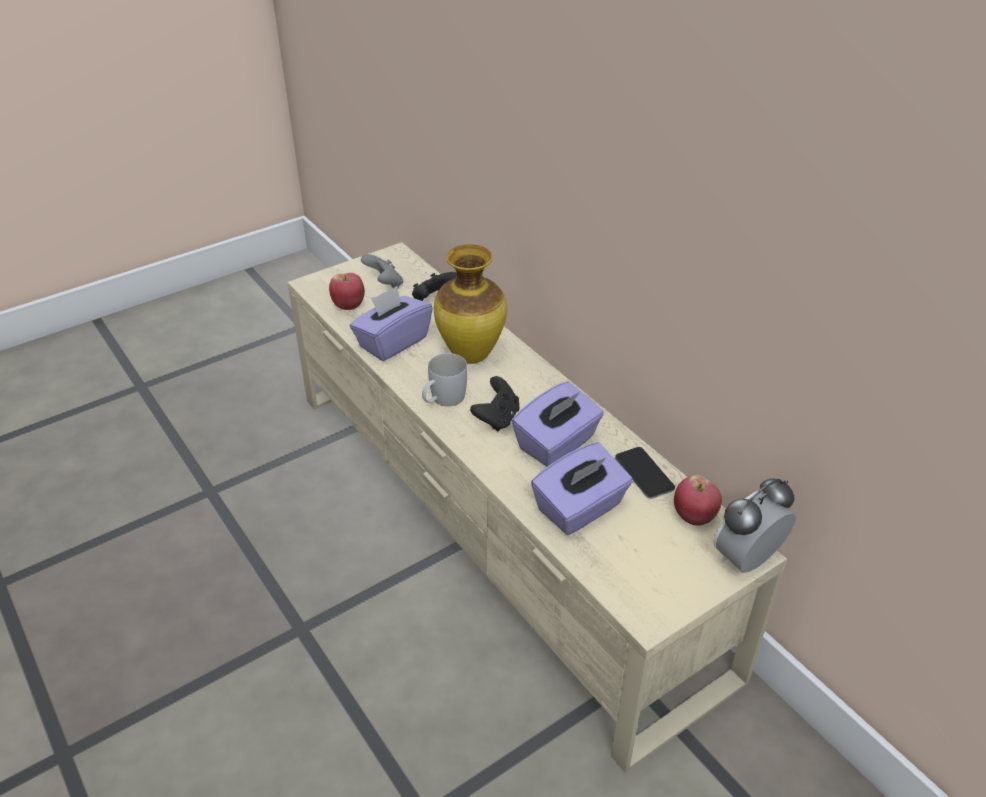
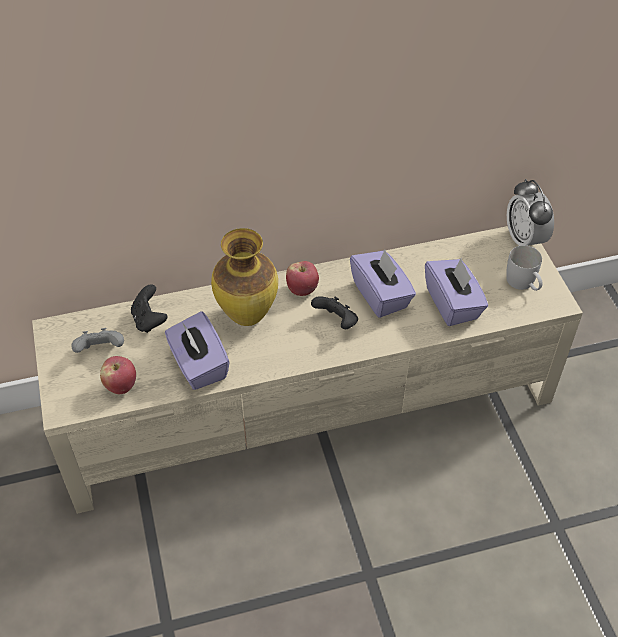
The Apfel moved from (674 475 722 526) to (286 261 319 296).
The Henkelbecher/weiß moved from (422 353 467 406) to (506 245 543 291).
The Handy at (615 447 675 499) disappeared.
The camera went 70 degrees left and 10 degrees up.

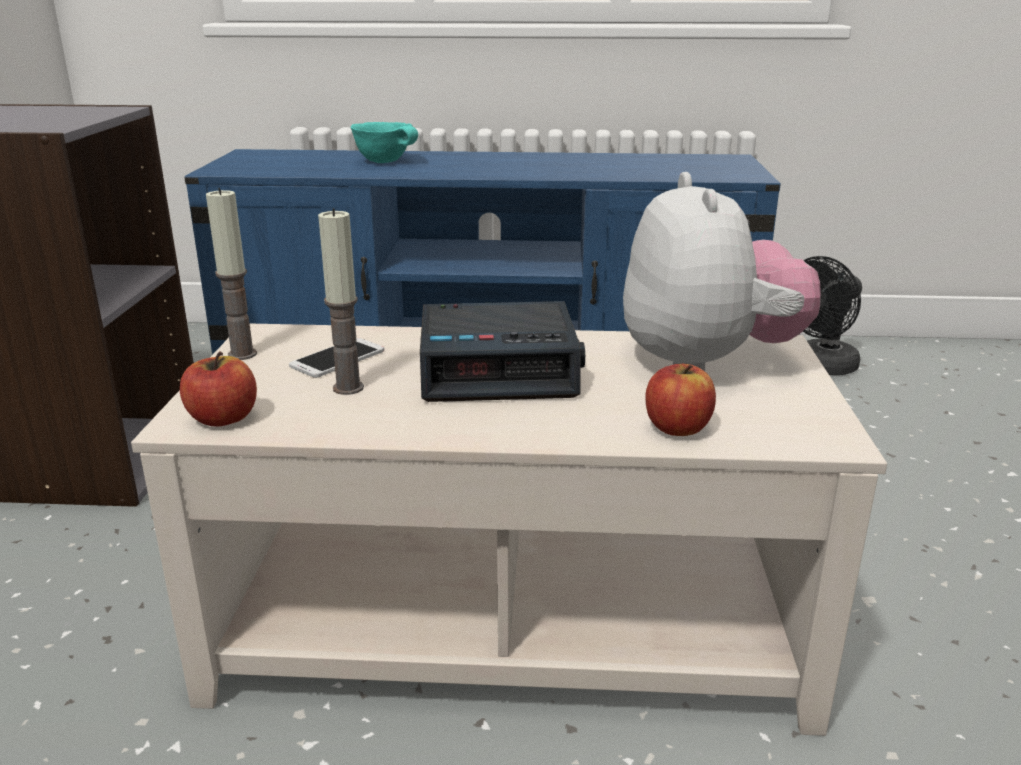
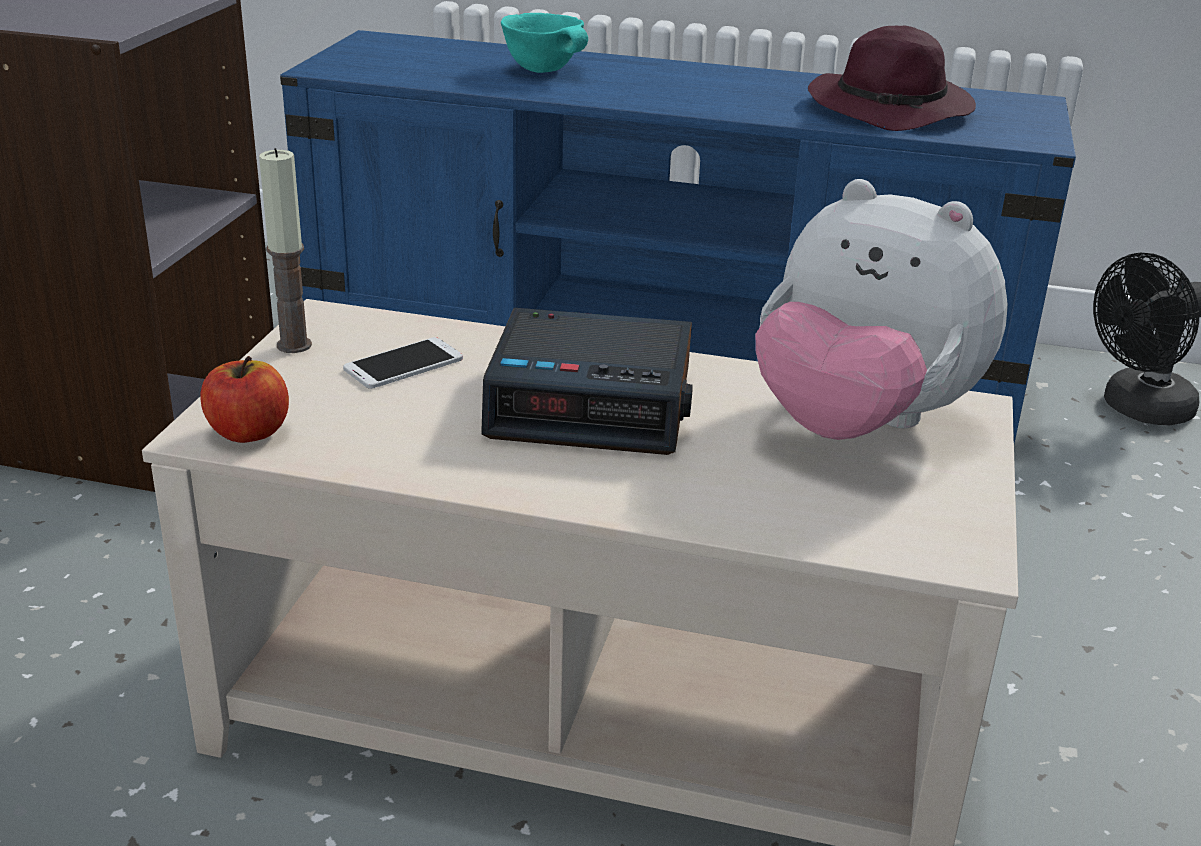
The Plüschtier at (623 172 821 371) turned 120 degrees clockwise.
The Hut/lila at (808 26 976 131) appeared.
The Kerze at (318 208 364 395) disappeared.
The Apfel at (645 364 716 436) disappeared.
The camera went 10 degrees right and 5 degrees up.

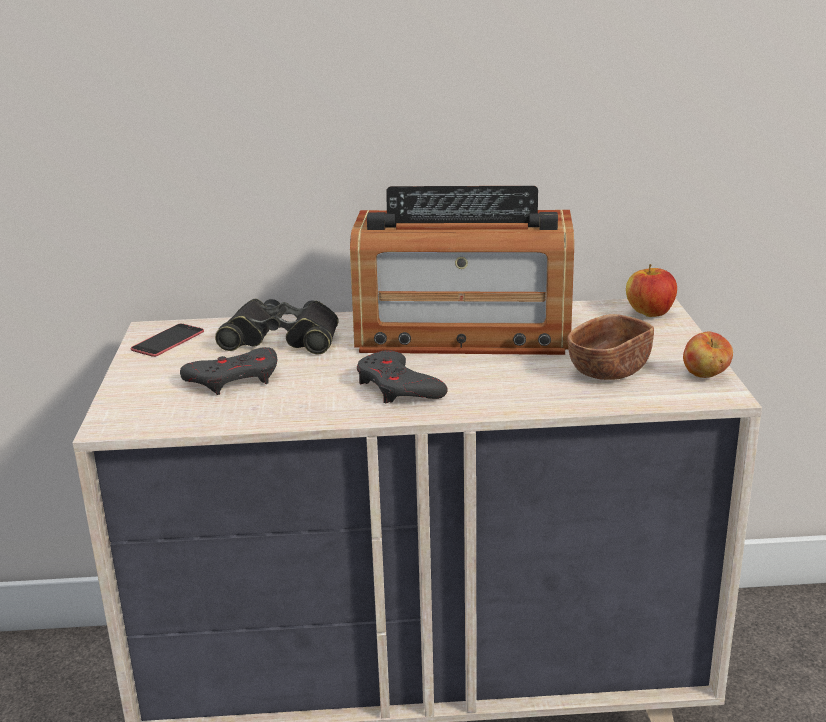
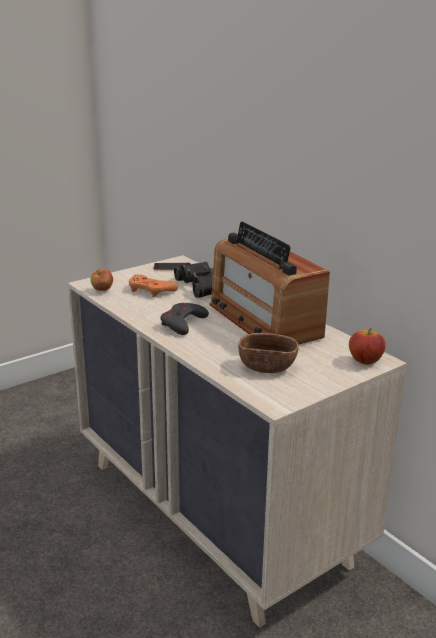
The Apfel moved from (683 331 733 378) to (90 269 113 291).
The Gamepad/grau at (180 347 277 395) became the Gamepad/orange at (129 274 178 297).
The camera went 55 degrees right and 0 degrees up.

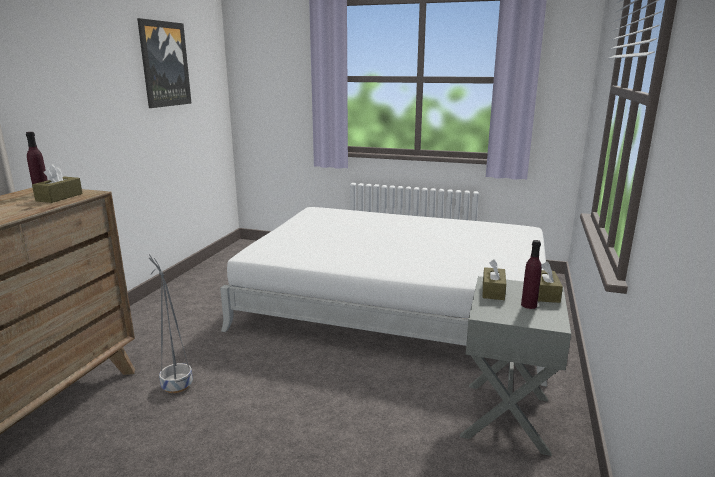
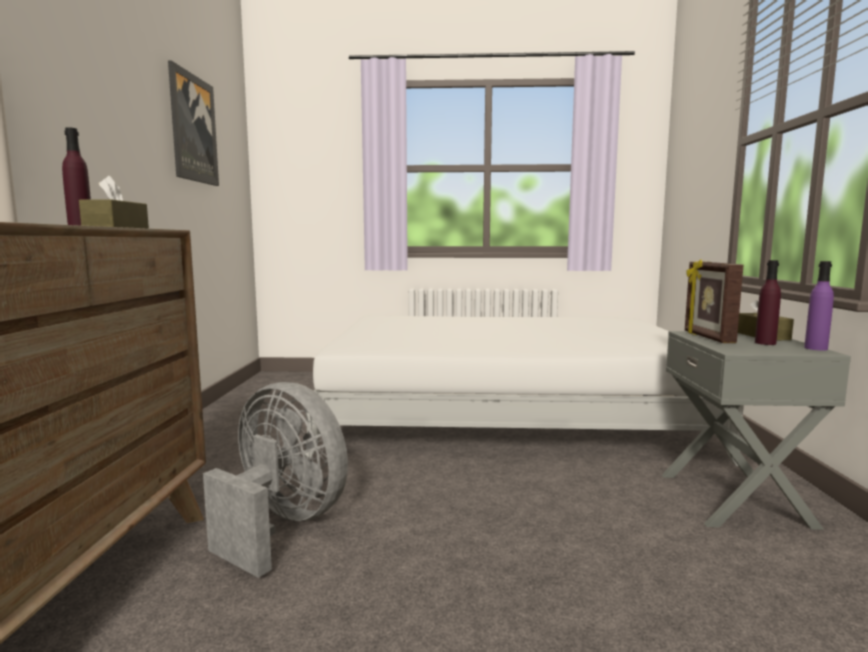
The Pflanzkübel/grau at (149 254 193 393) was replaced by the Ventilator/grau at (203 382 348 578).
The Taschentuchbox/braun at (483 259 506 300) was replaced by the Bilderrahmen at (685 259 744 343).
The Flasche/lila at (804 261 834 351) appeared.
The camera went 15 degrees left and 10 degrees down.

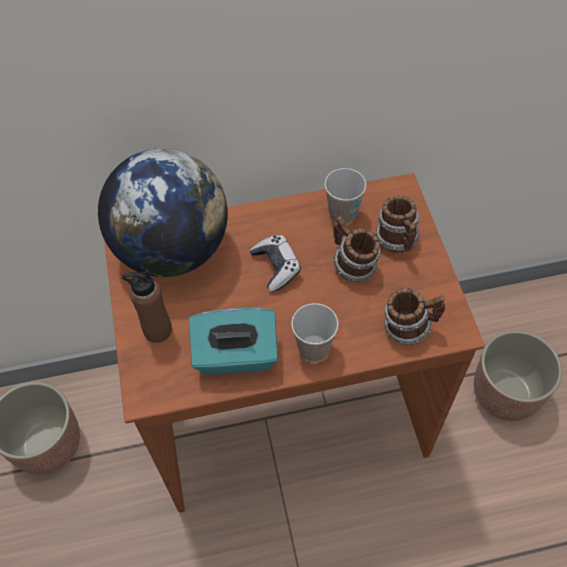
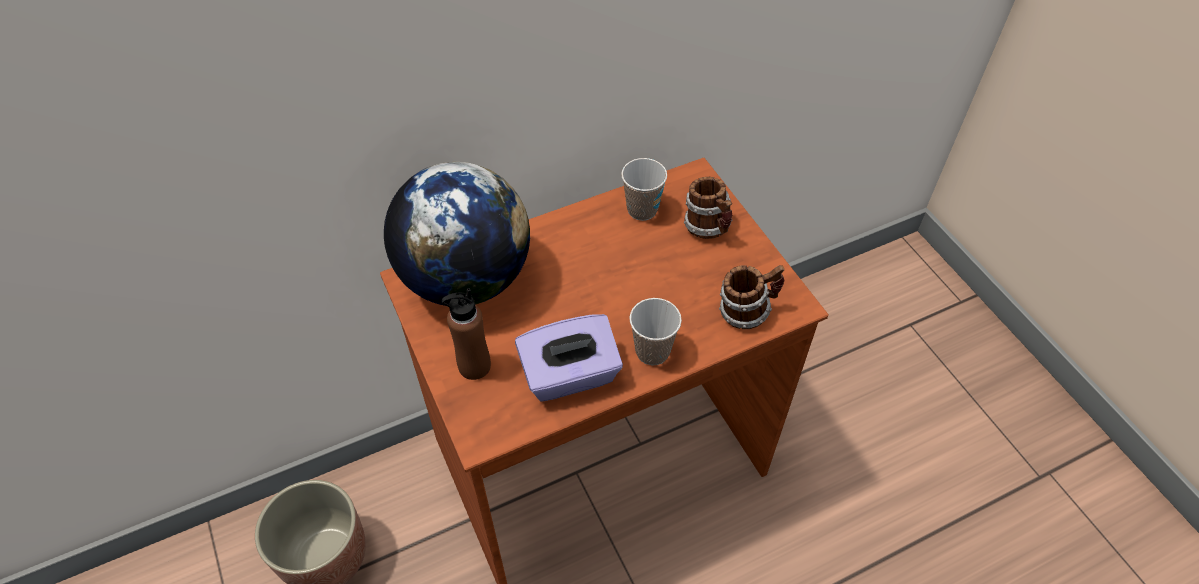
The Taschentuchbox/türkis at (189 308 278 375) became the Taschentuchbox/lila at (515 314 623 402).
The Gamepad at (250 235 301 292) disappeared.
The Henkelbecher at (333 216 381 282) disappeared.
The Pflanzkübel at (474 330 562 421) disappeared.
The camera went 15 degrees left and 5 degrees down.

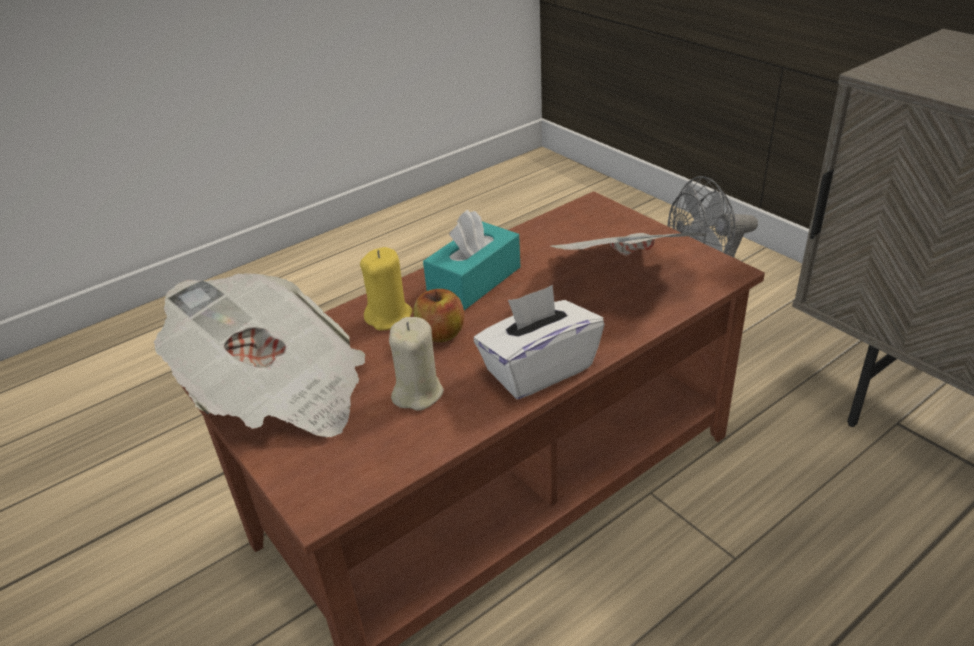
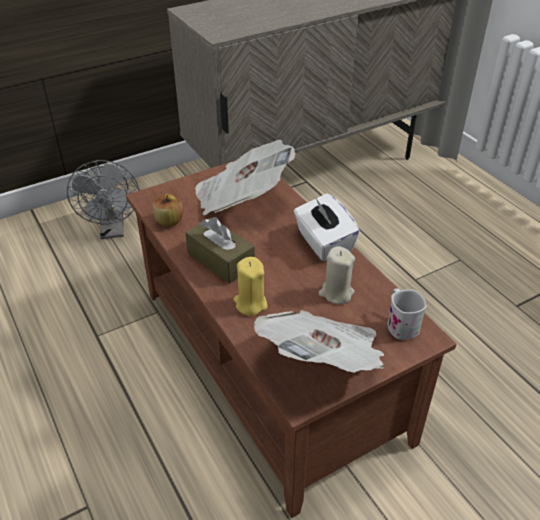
The Apfel moved from (413 289 464 342) to (153 194 183 227).
The Taschentuchbox/türkis at (423 209 520 310) became the Taschentuchbox/braun at (185 217 255 284).
The Henkelbecher/weiß at (387 288 427 340) appeared.
The camera went 85 degrees left and 5 degrees up.

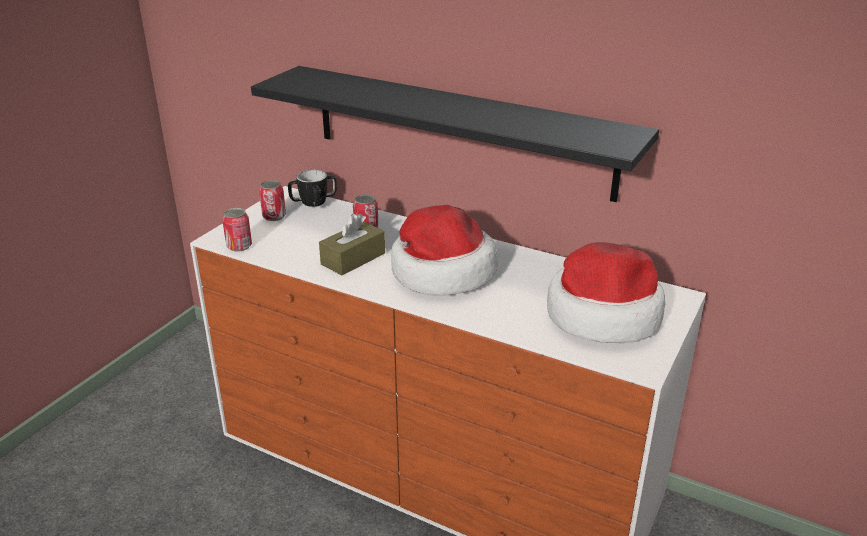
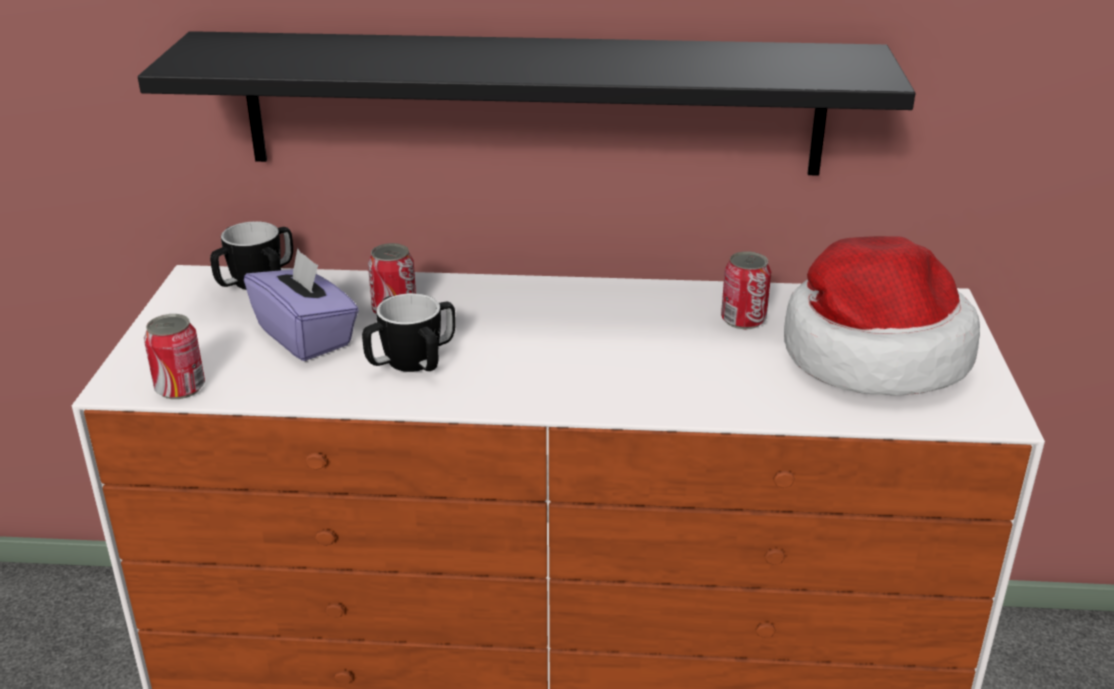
The Taschentuchbox/lila at (244 248 359 361) appeared.
The Taschentuchbox/braun at (319 214 385 275) was replaced by the Henkelbecher at (362 293 456 372).
The Dose moved from (259 180 286 221) to (721 251 771 329).
The Hut at (391 205 497 296) disappeared.
The camera went 25 degrees left and 0 degrees up.

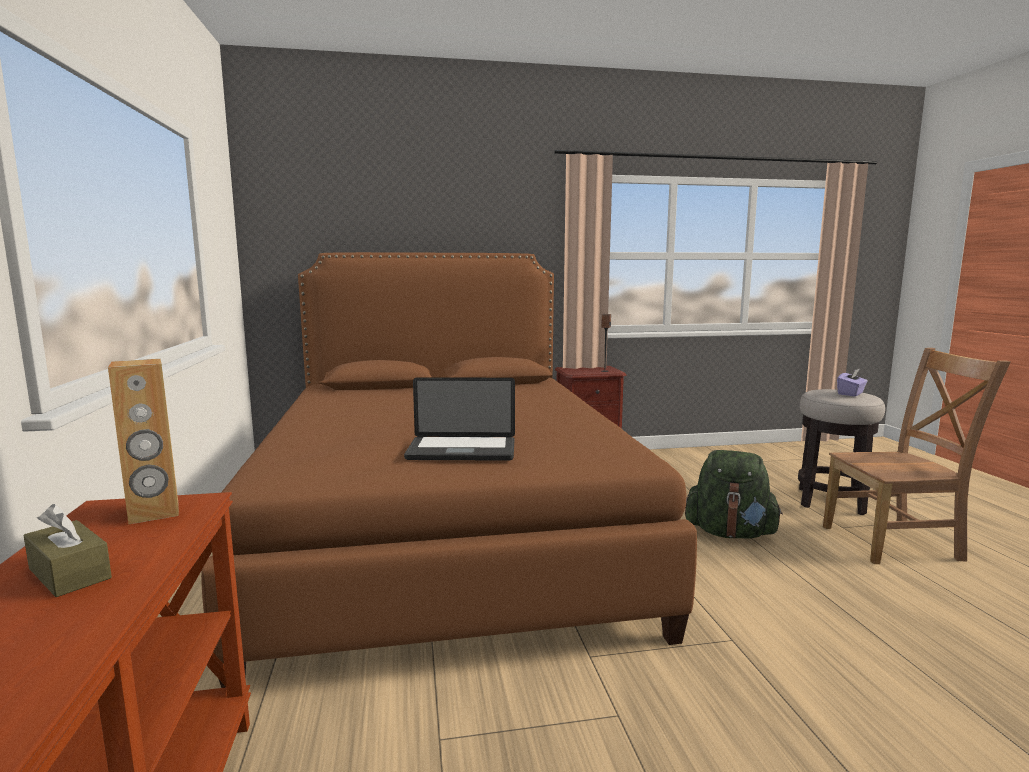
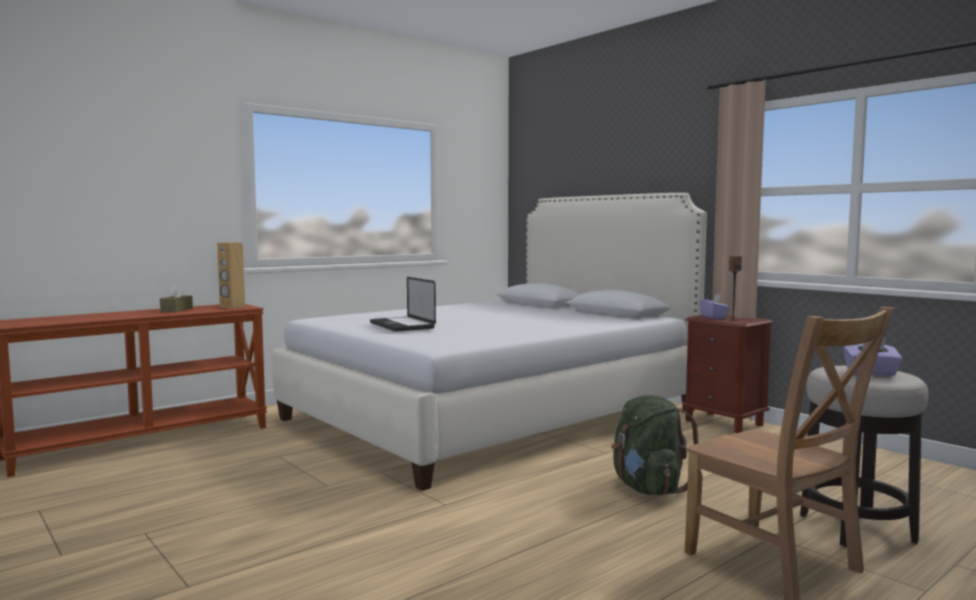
The Bett/braun at (201 252 697 688) became the Bett/weiß at (272 193 707 491).
The Taschentuchbox/lila at (700 294 730 319) appeared.
The camera went 60 degrees right and 5 degrees down.

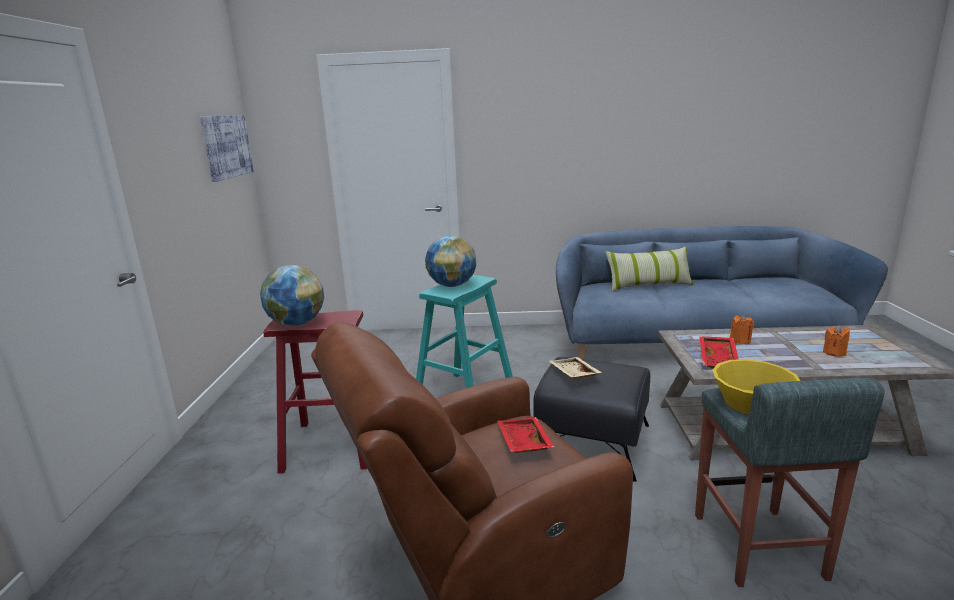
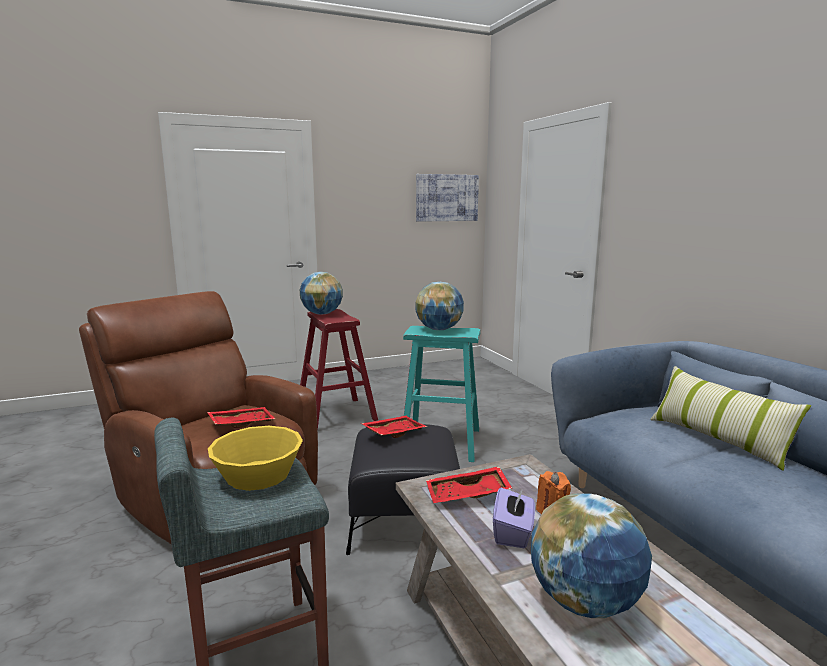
The Tablett/beige at (550 357 602 379) became the Tablett/rot at (361 416 427 438).
The Taschentuchbox/lila at (493 486 535 548) appeared.
The Kerze/orange at (823 325 850 357) was replaced by the Globus at (531 494 652 618).
The camera went 65 degrees right and 5 degrees down.

